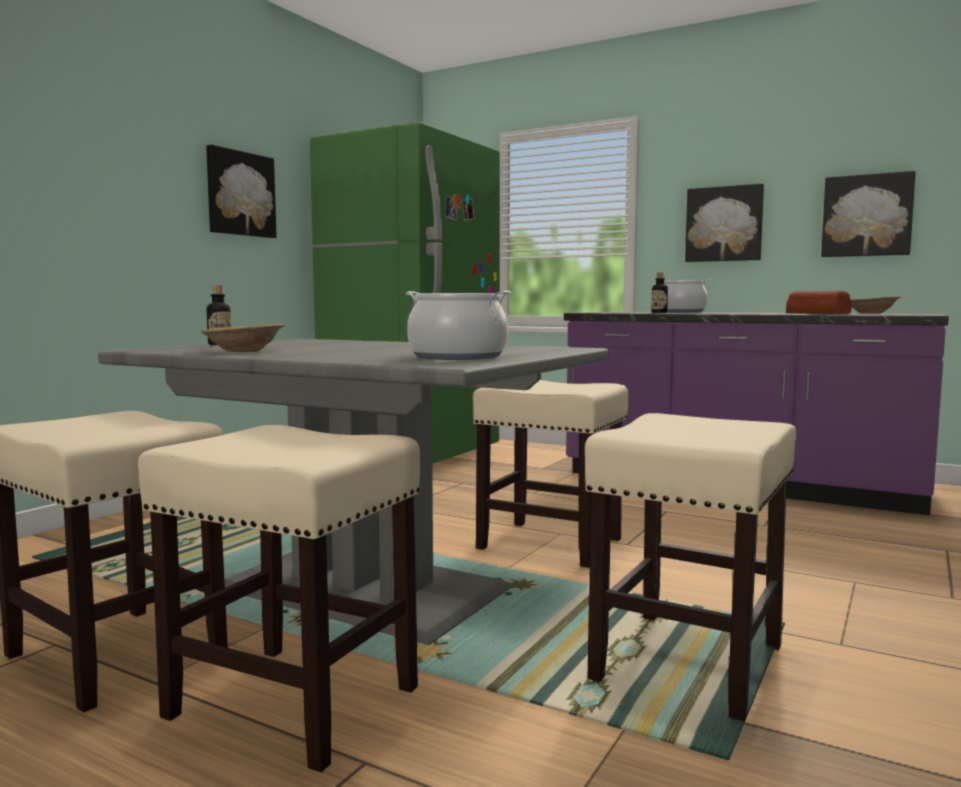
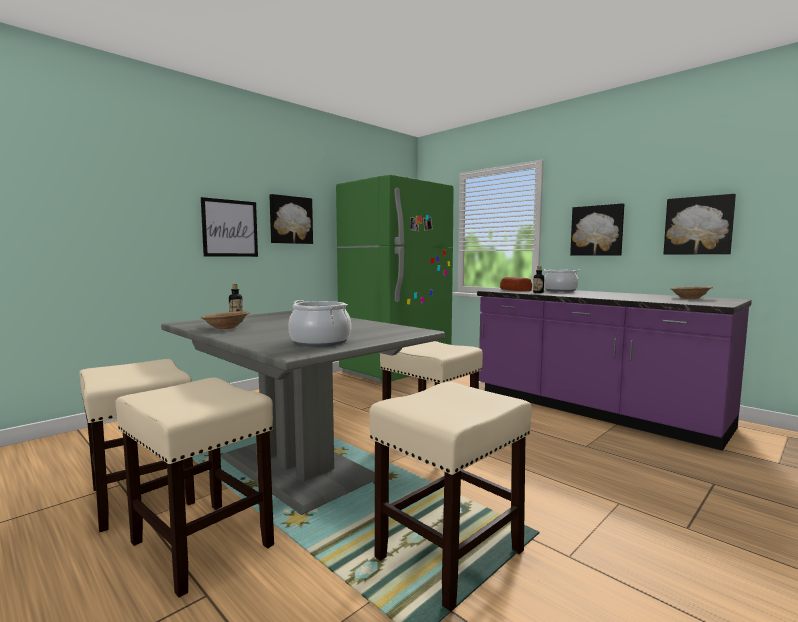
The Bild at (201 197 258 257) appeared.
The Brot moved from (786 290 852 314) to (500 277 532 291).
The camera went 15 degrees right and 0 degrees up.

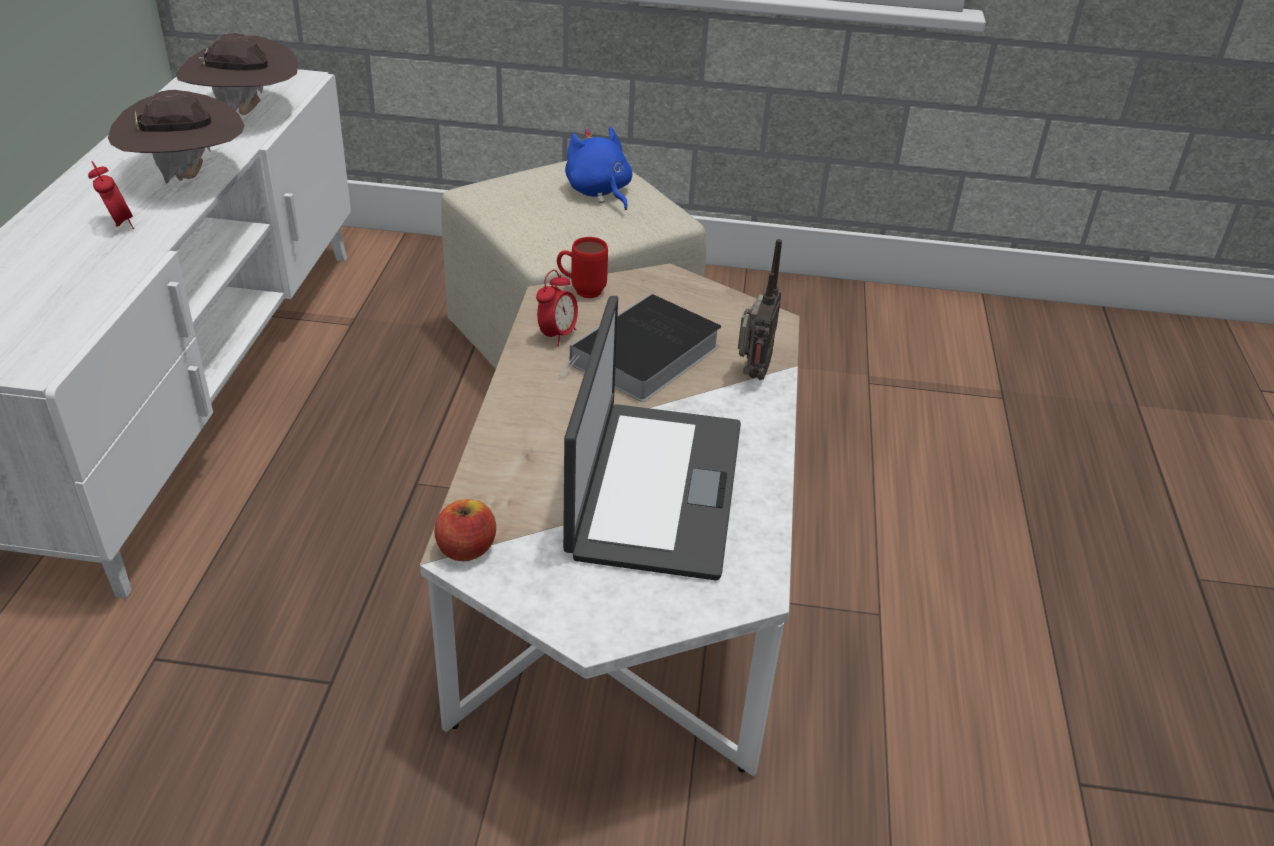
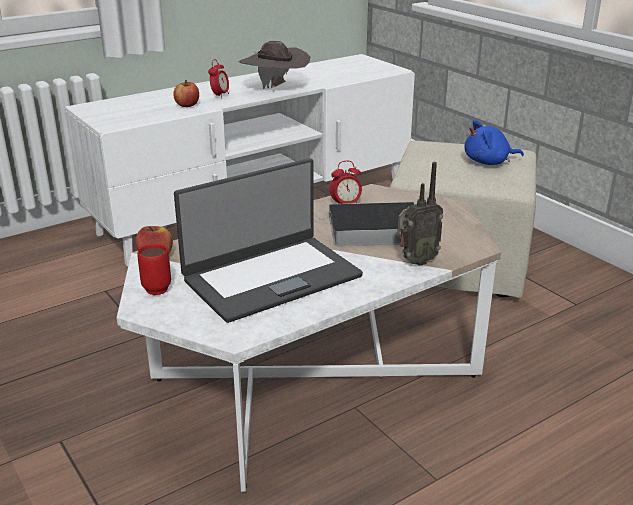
The Henkelbecher/rot moved from (557 237 608 298) to (137 244 171 295).
The Apfel at (173 80 199 107) appeared.
The Plüschtier/blau at (565 126 632 210) turned 120 degrees counterclockwise.
The Hut/braun at (176 33 298 115) disappeared.
The camera went 50 degrees right and 10 degrees down.

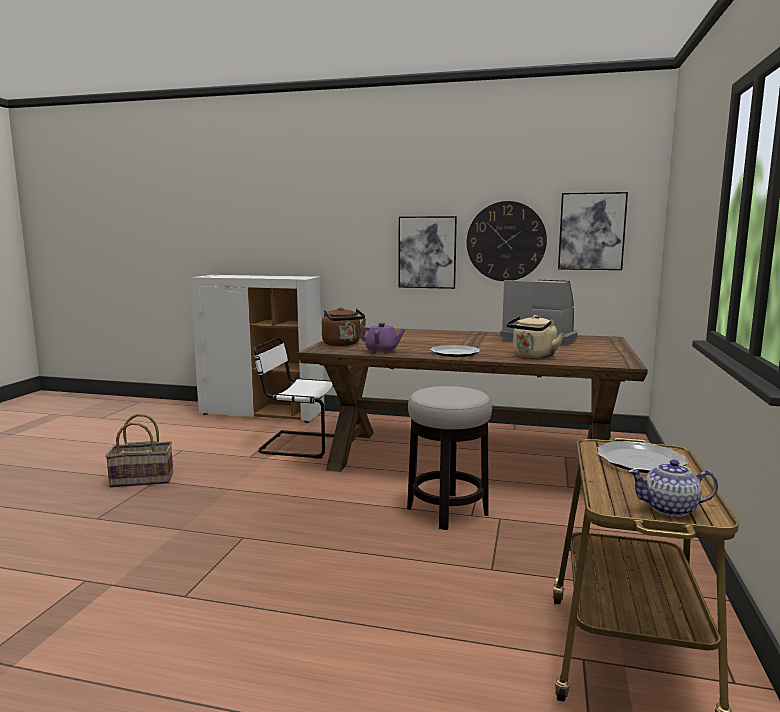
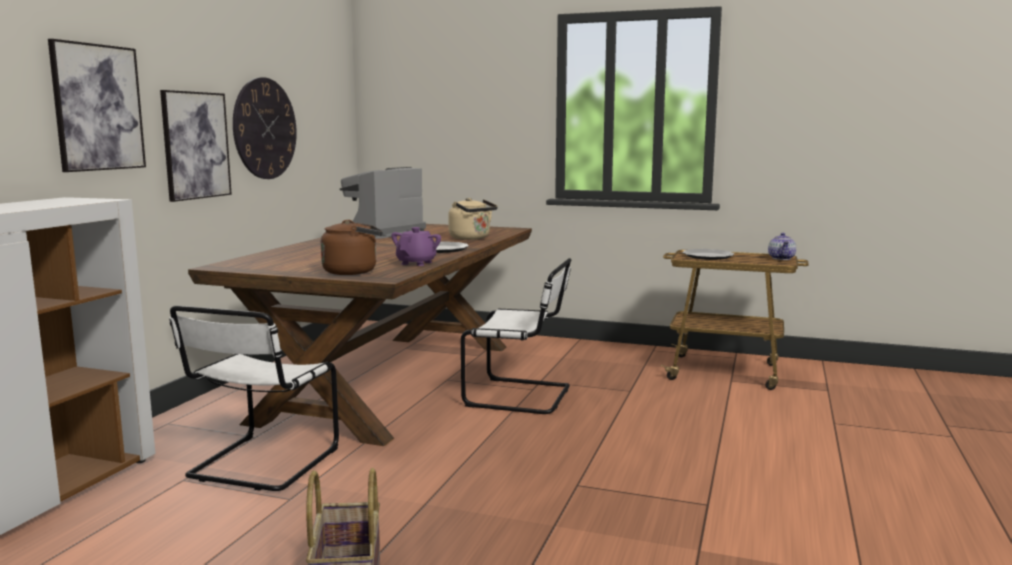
The Bild moved from (558 192 628 270) to (48 39 146 172).
The Hocker at (407 386 492 530) was replaced by the Stuhl/weiß at (461 258 572 414).
The camera went 85 degrees left and 0 degrees up.

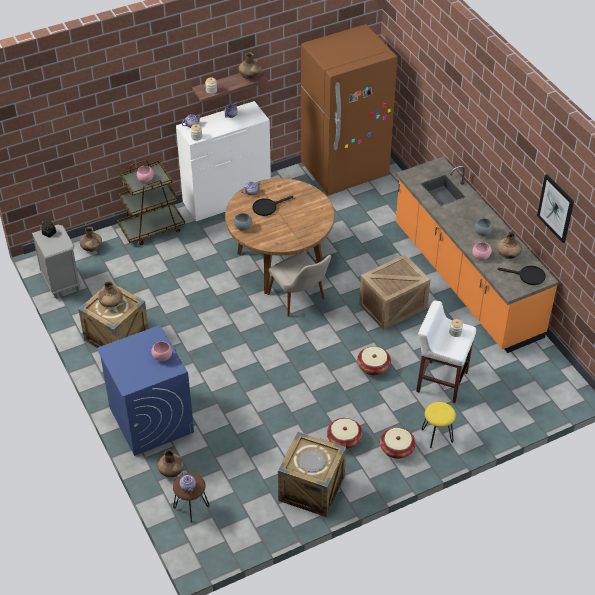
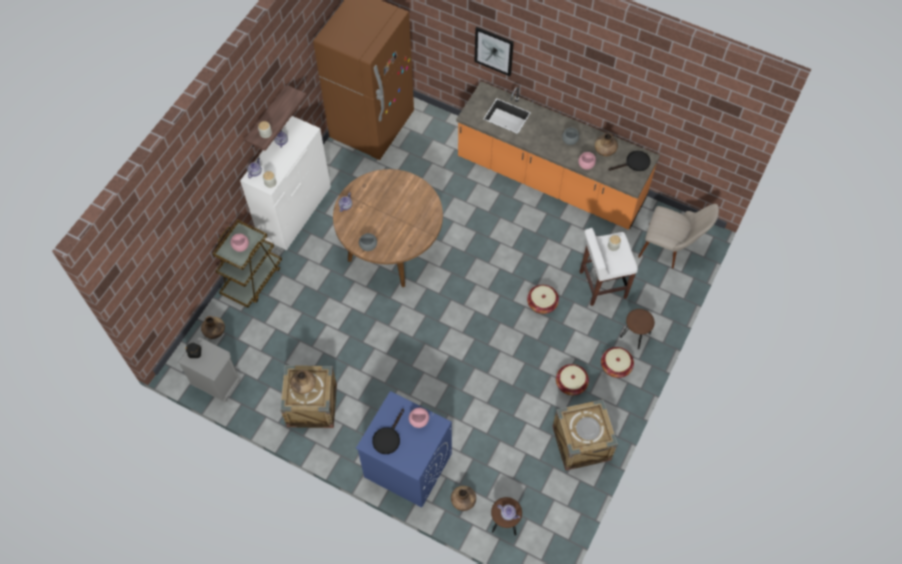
The Pfanne/schwarz moved from (253 196 293 216) to (372 408 404 454).
The Bild moved from (537 174 574 243) to (474 27 514 76).
The Hocker/gelb at (422 402 456 448) became the Hocker/braun at (620 309 655 350).
The Stuhl/beige moved from (268 252 331 317) to (638 204 719 269).
The Vase/braun at (239 52 262 79) disappeared.
The Kiste at (359 254 430 330) disappeared.
The camera went 35 degrees left and 15 degrees up.

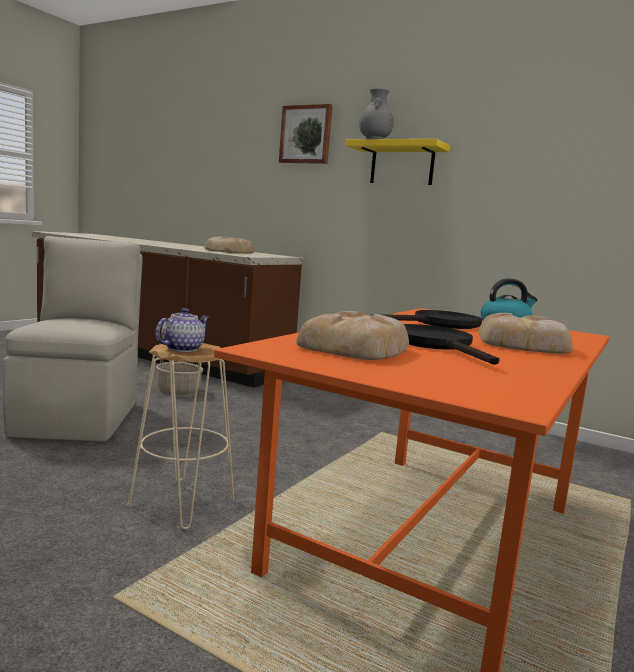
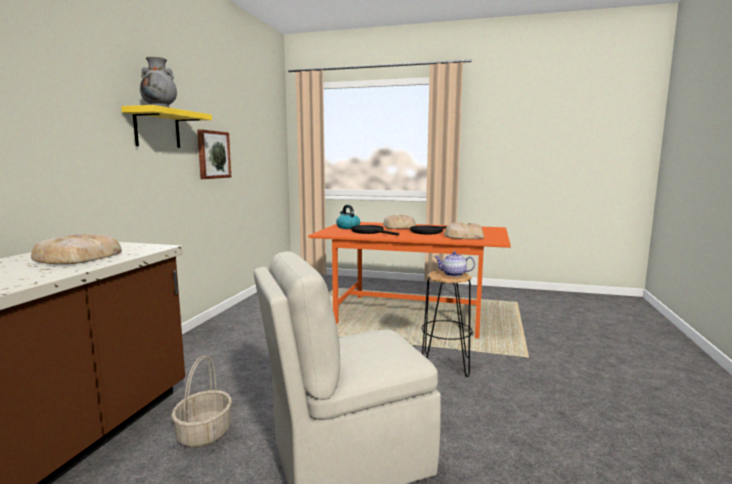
The Bild moved from (279 104 333 164) to (197 129 231 179).
The Hocker/beige at (127 343 234 530) became the Hocker/schwarz at (421 270 473 377).
The camera went 105 degrees left and 0 degrees up.

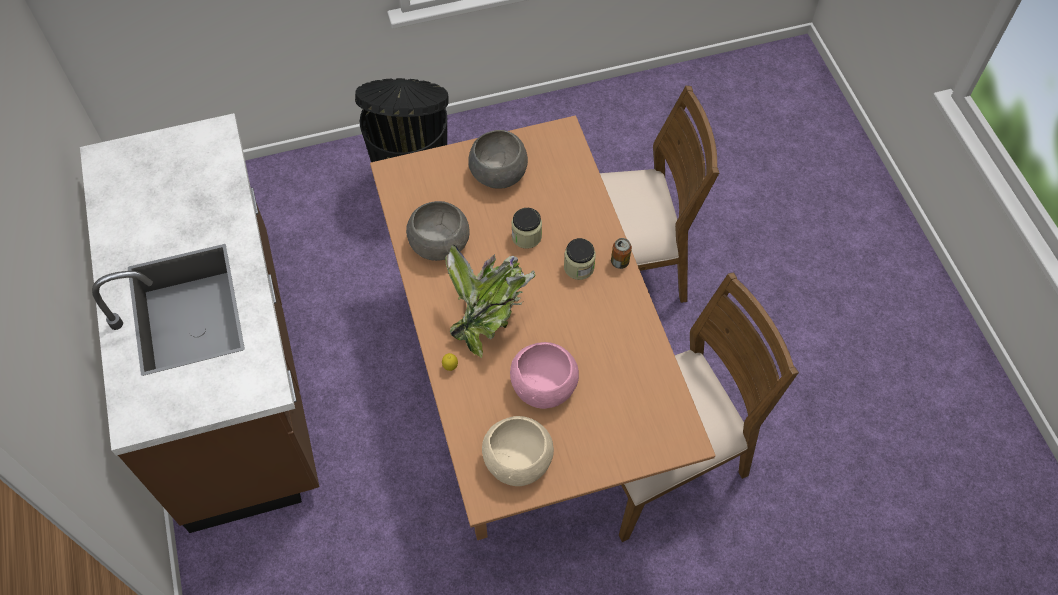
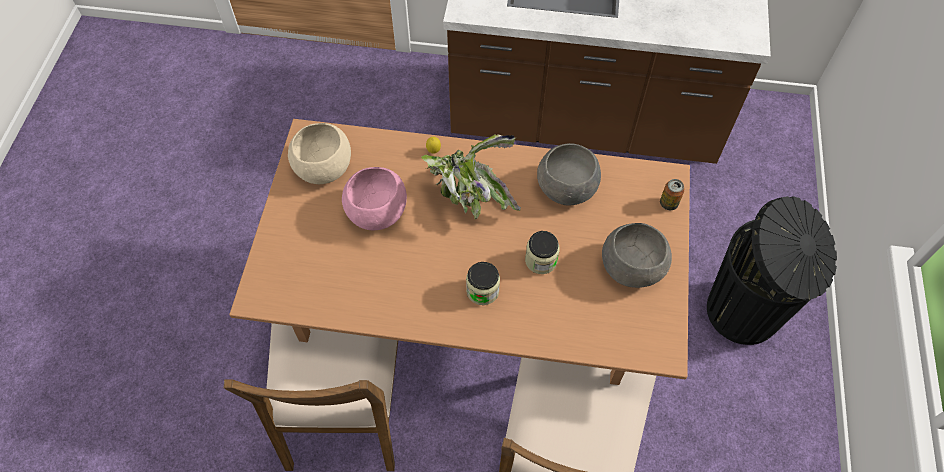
The Dose moved from (611 238 632 269) to (660 179 685 210).
The camera went 115 degrees right and 0 degrees up.

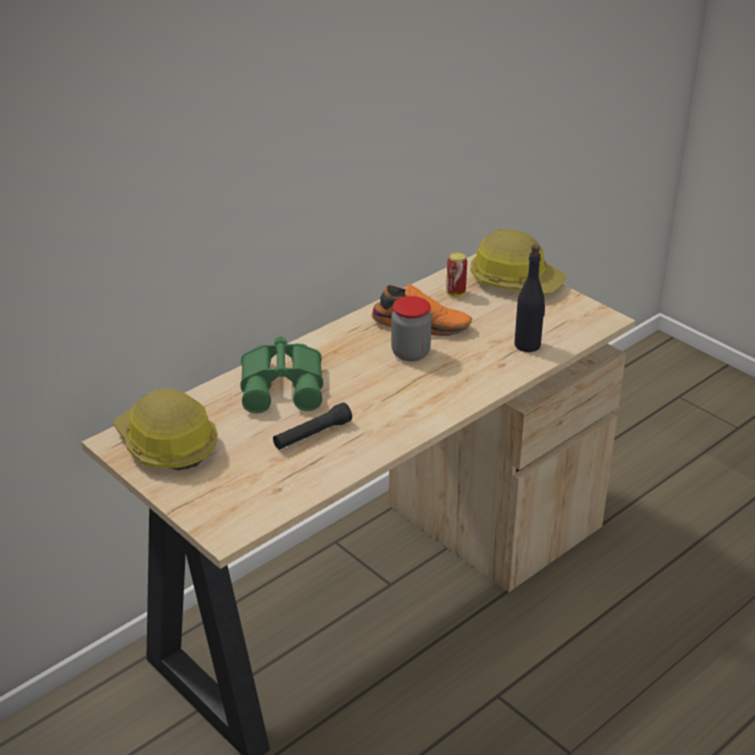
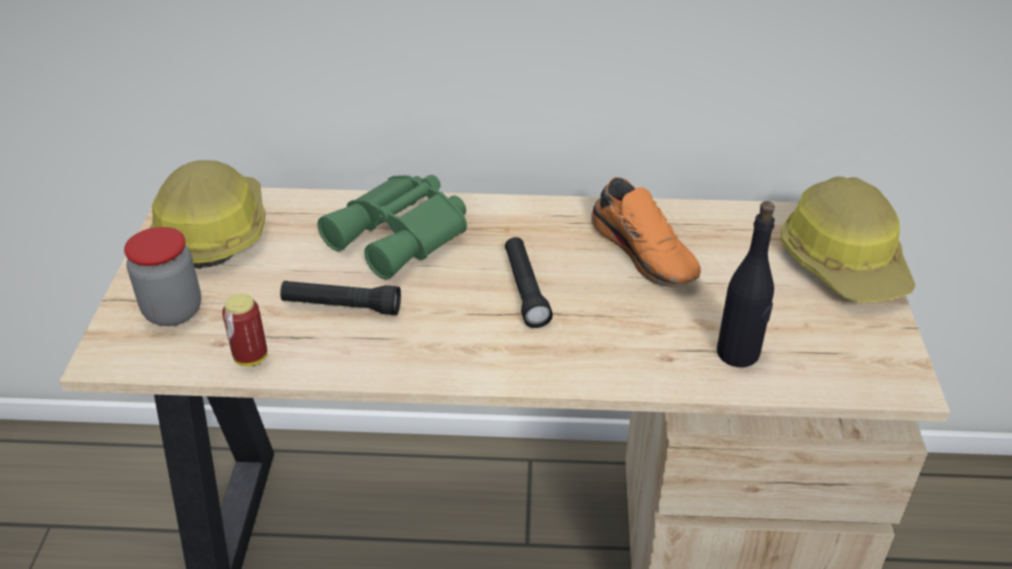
The Vorratsglas moved from (391 296 432 361) to (124 227 201 326).
The Dose moved from (446 252 467 297) to (222 293 267 366).
The Taschenlampe/schwarz at (505 237 553 328) appeared.
The camera went 45 degrees right and 5 degrees up.

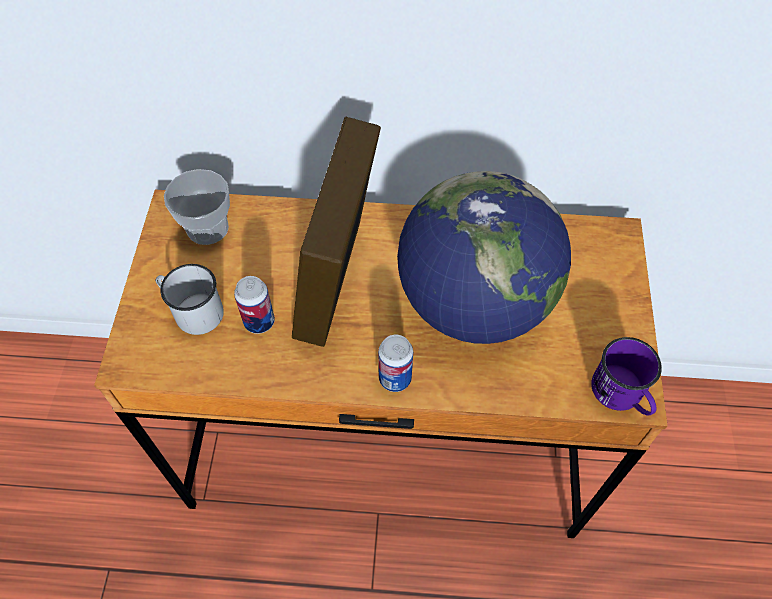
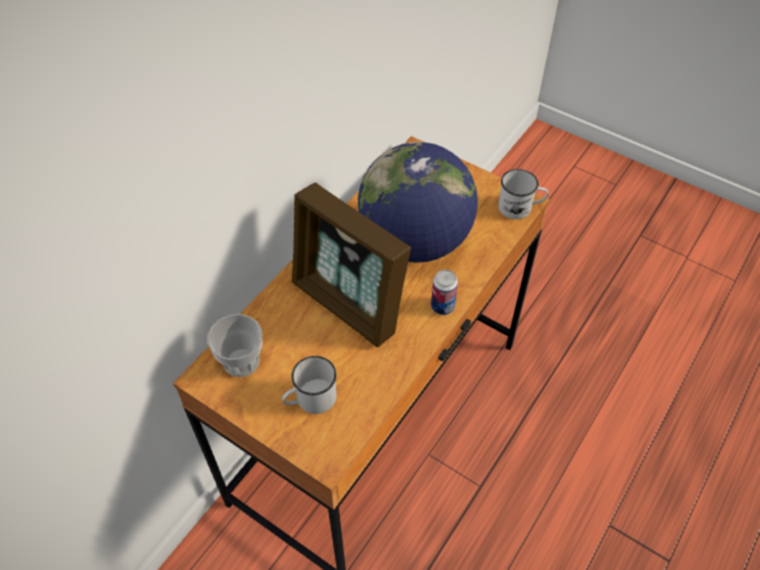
The Henkelbecher/lila at (591 337 662 416) became the Henkelbecher/weiß at (498 169 549 219).
The Dose at (234 276 275 334) disappeared.
The camera went 60 degrees left and 5 degrees down.

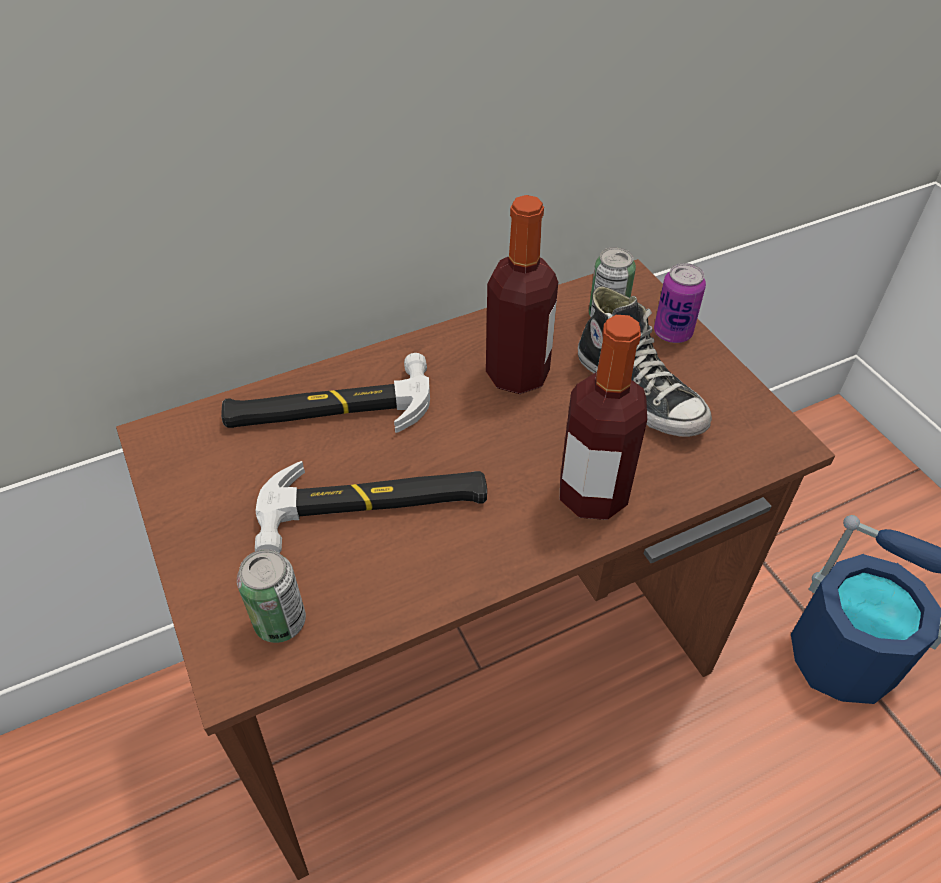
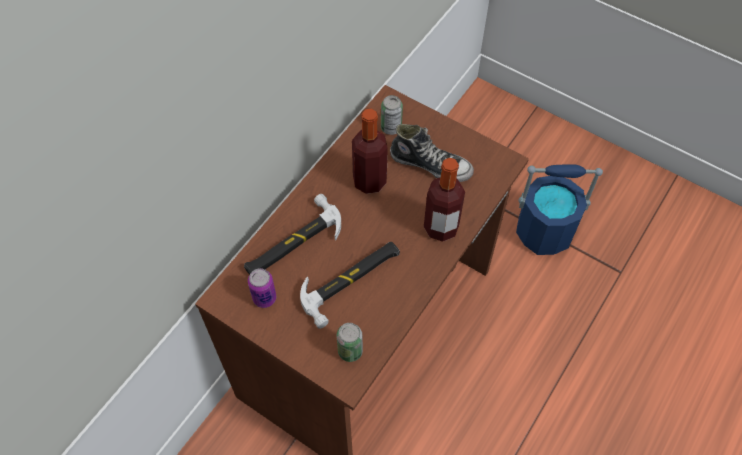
The Dose moved from (654 263 706 343) to (248 268 276 308).
The camera went 30 degrees left and 10 degrees up.

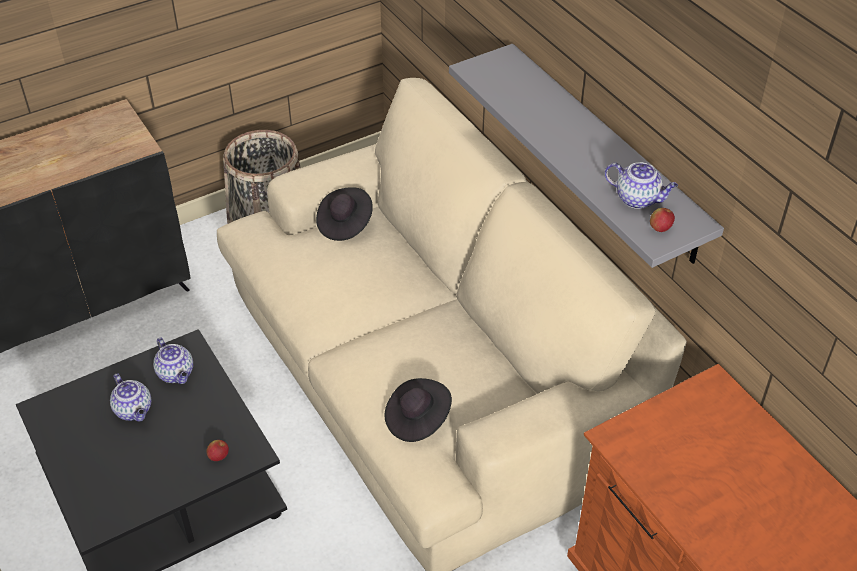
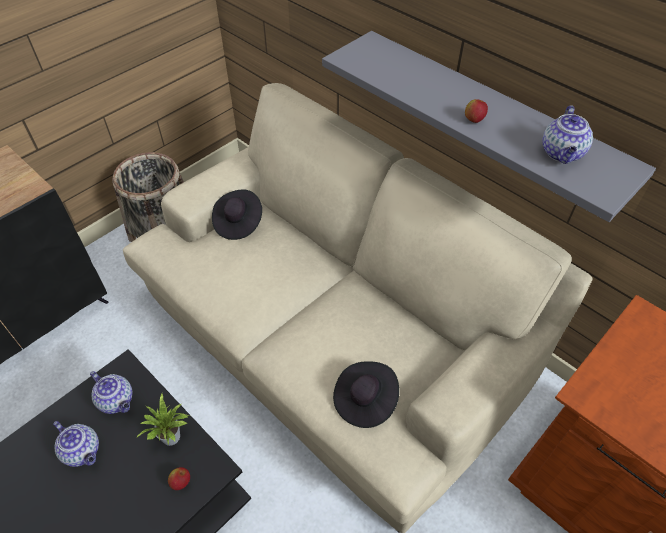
The Topfpflanze at (136 394 190 446) appeared.
The Apfel moved from (650 208 675 232) to (465 99 488 123).
The Teekanne at (605 162 678 209) turned 90 degrees clockwise.
The camera went 15 degrees left and 5 degrees up.

